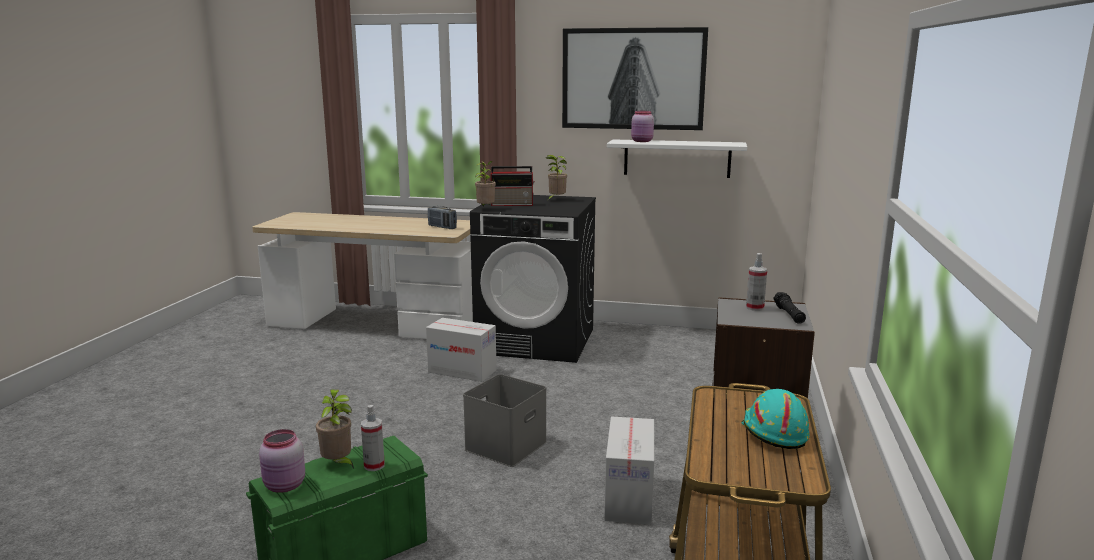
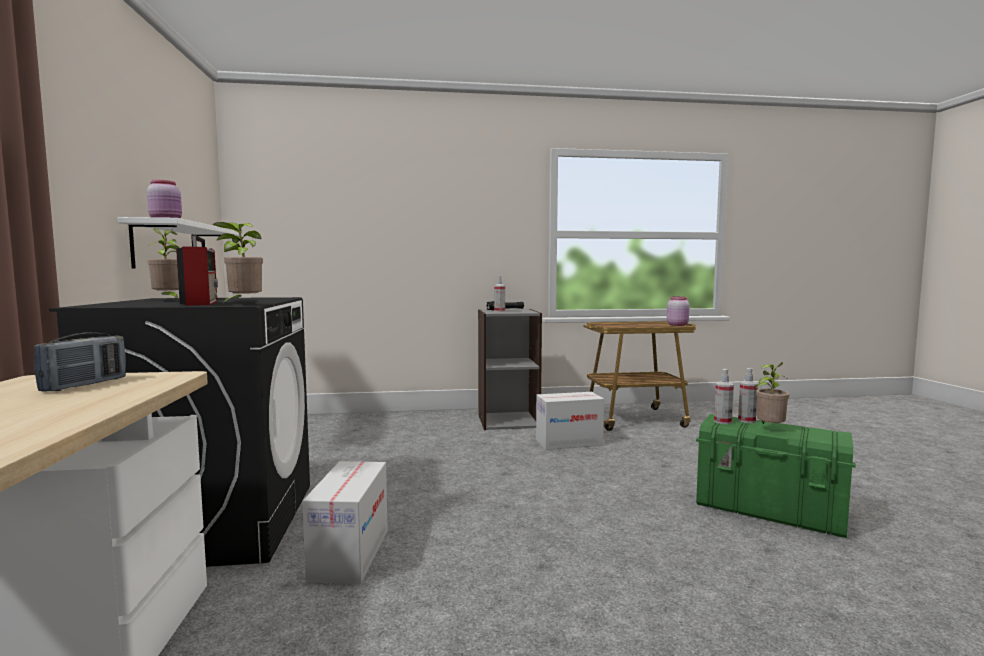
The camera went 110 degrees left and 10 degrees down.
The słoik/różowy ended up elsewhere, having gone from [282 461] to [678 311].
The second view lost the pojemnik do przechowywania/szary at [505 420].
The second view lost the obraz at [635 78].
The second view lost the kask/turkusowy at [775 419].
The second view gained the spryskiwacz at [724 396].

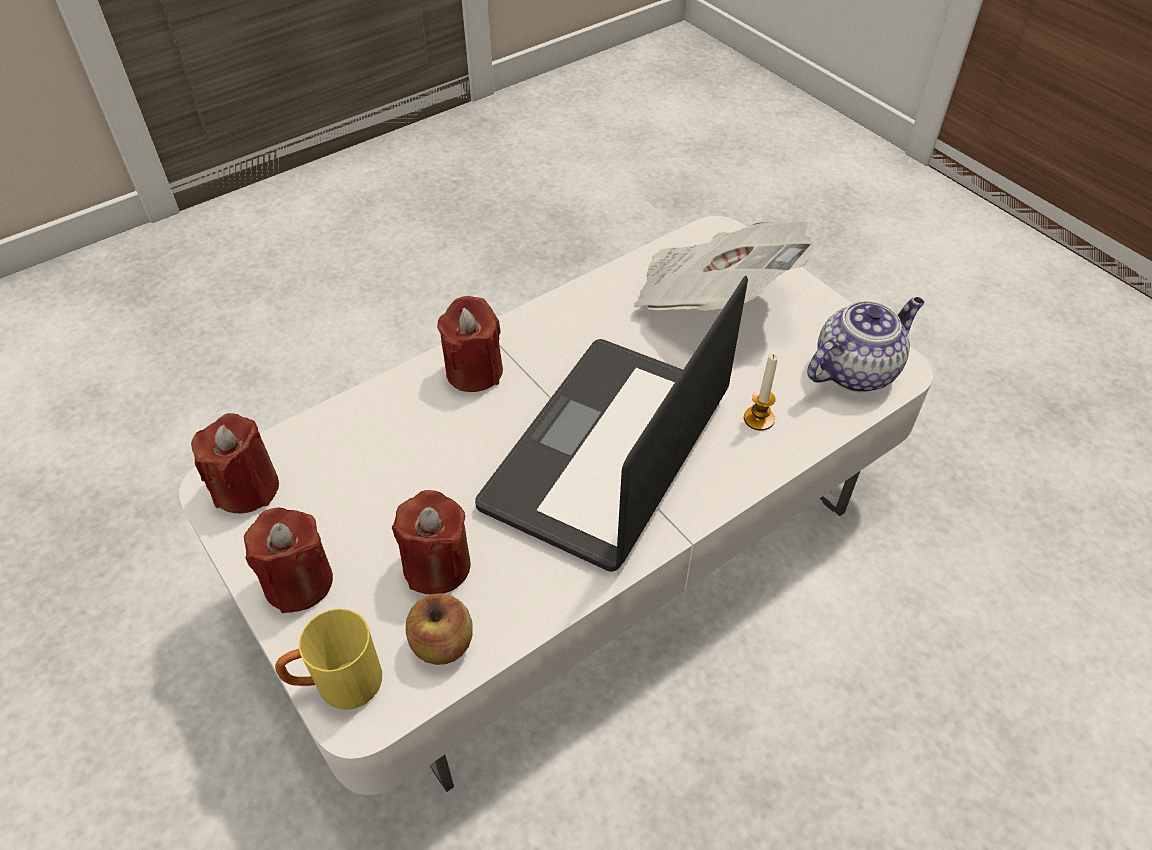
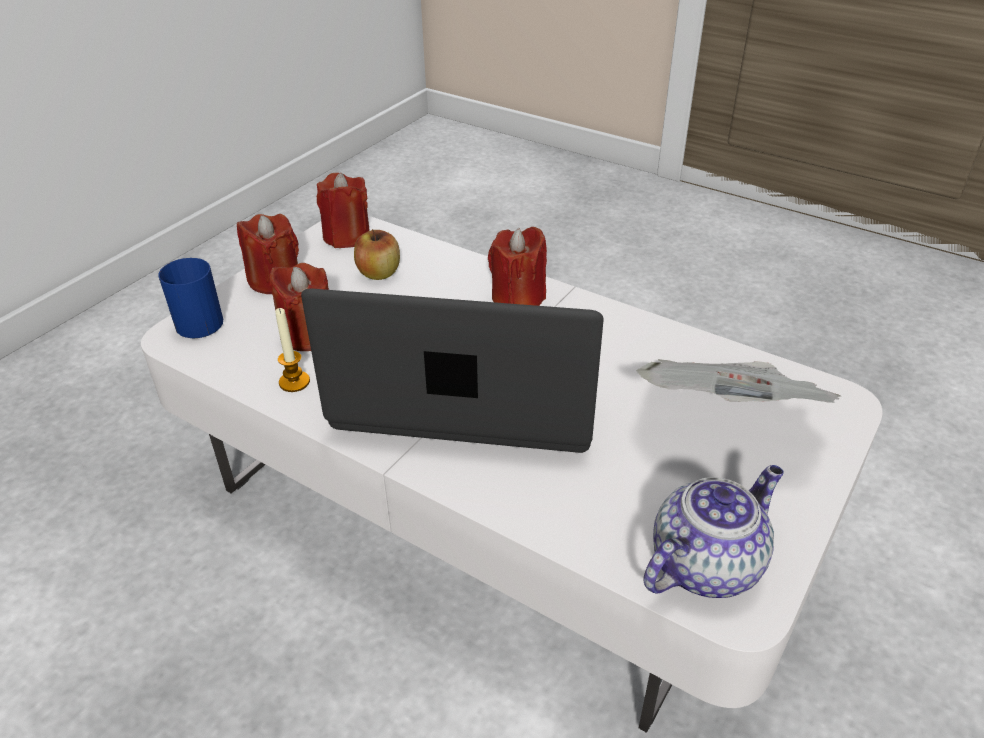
The camera went 70 degrees right and 10 degrees down.
What was the kubek/żółty at [328 659] turned into the kubek/niebieski at [190 298].
The jabłko ended up elsewhere, having gone from [439 629] to [377 254].
The świeca ended up elsewhere, having gone from [761 392] to [292 350].
The imbryk at [865 344] ended up facing another way, 75 degrees counterclockwise from before.

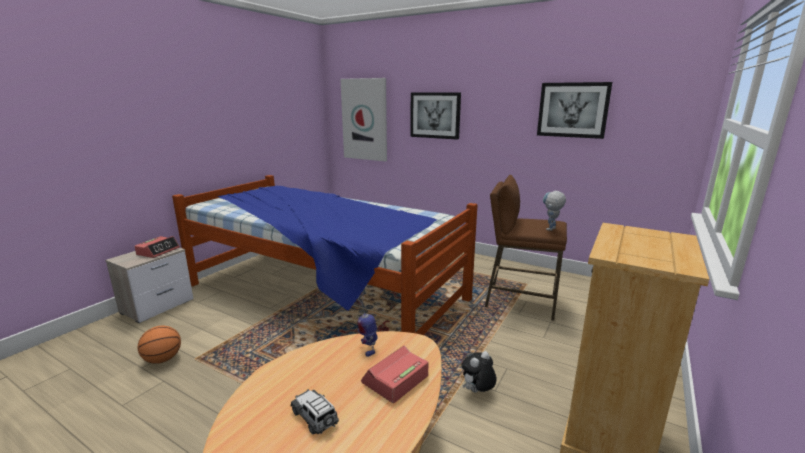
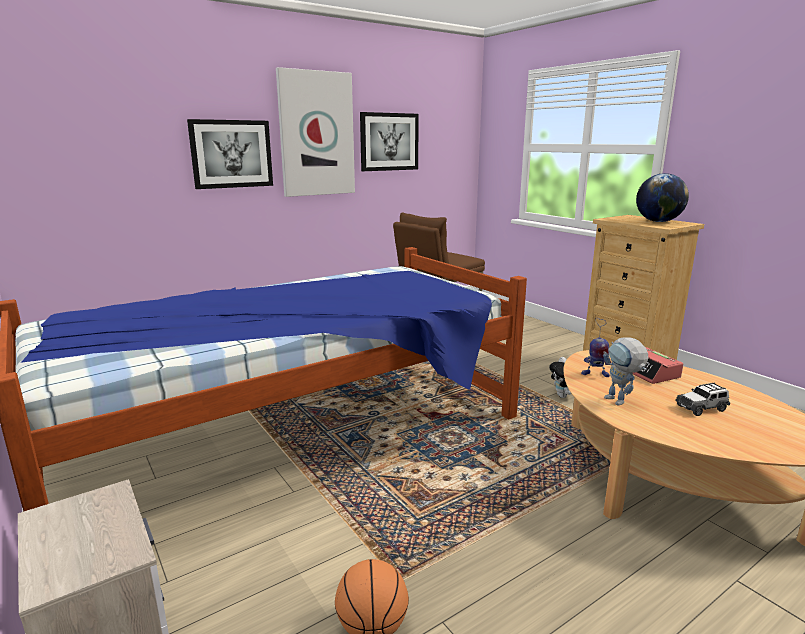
The camera went 65 degrees left and 0 degrees up.
The second view lost the budzik at [157 247].
The obraz ended up elsewhere, having gone from [363 119] to [315 132].
The robot zabawkowy ended up elsewhere, having gone from [554 211] to [626 371].
The second view gained the globus at [662 197].

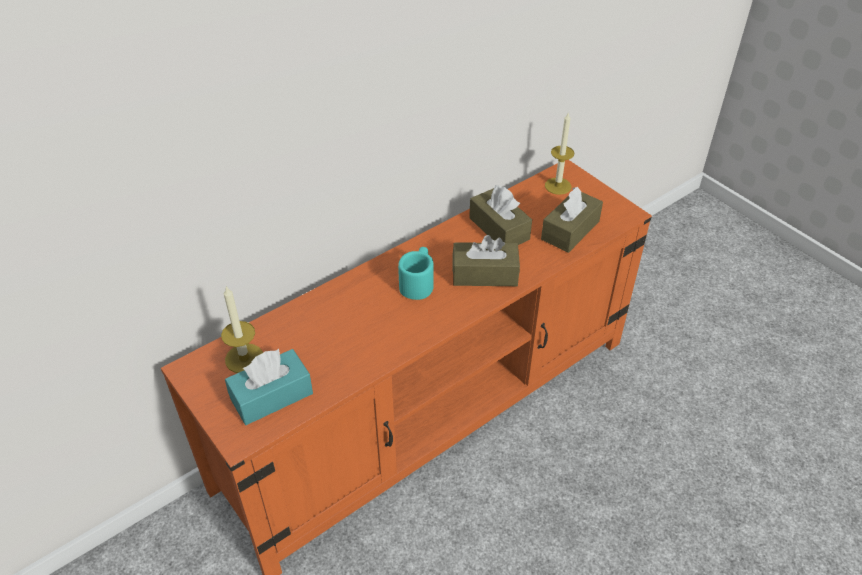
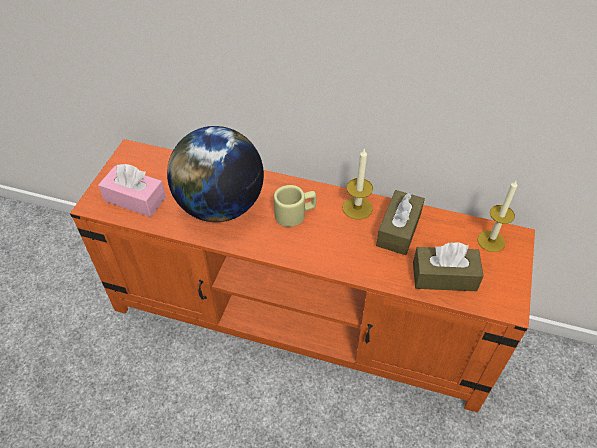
The camera went 55 degrees right and 5 degrees up.
The świeca ended up elsewhere, having gone from [242 329] to [357 184].
What was the pudełko chusteczek/turkusowy at [269 387] turned into the pudełko chusteczek/różowy at [132 190].
What was the kubek/turkusowy at [416 273] turned into the kubek/beżowy at [295 206].
The second view lost the pudełko chusteczek/brązowy at [486 260].
The second view gained the globus at [215 174].

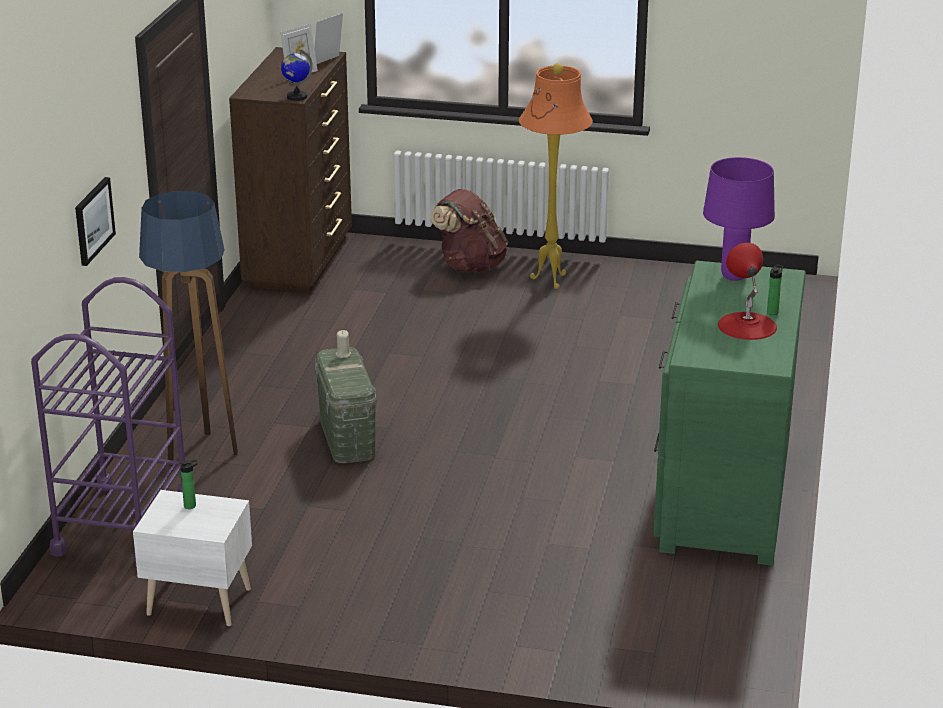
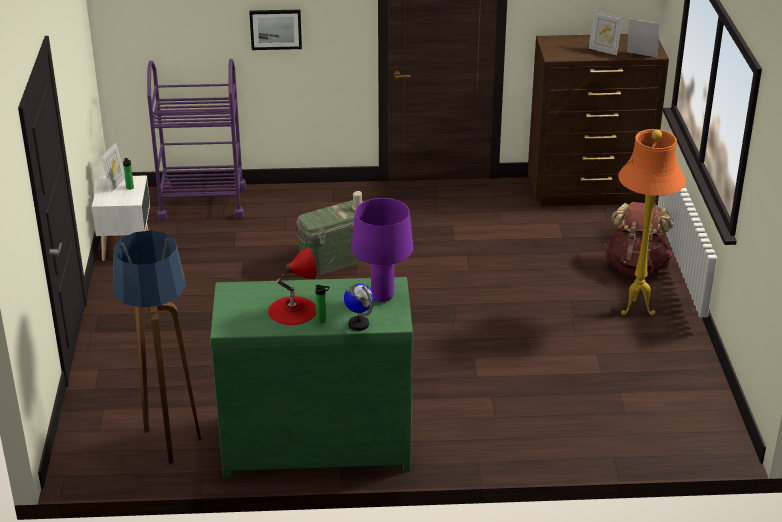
The camera went 75 degrees right and 5 degrees up.
The lampa stojąca ended up elsewhere, having gone from [188 328] to [157 347].
The globus ended up elsewhere, having gone from [297 75] to [359 307].
The second view gained the ramka na zdjęcie at [113 167].

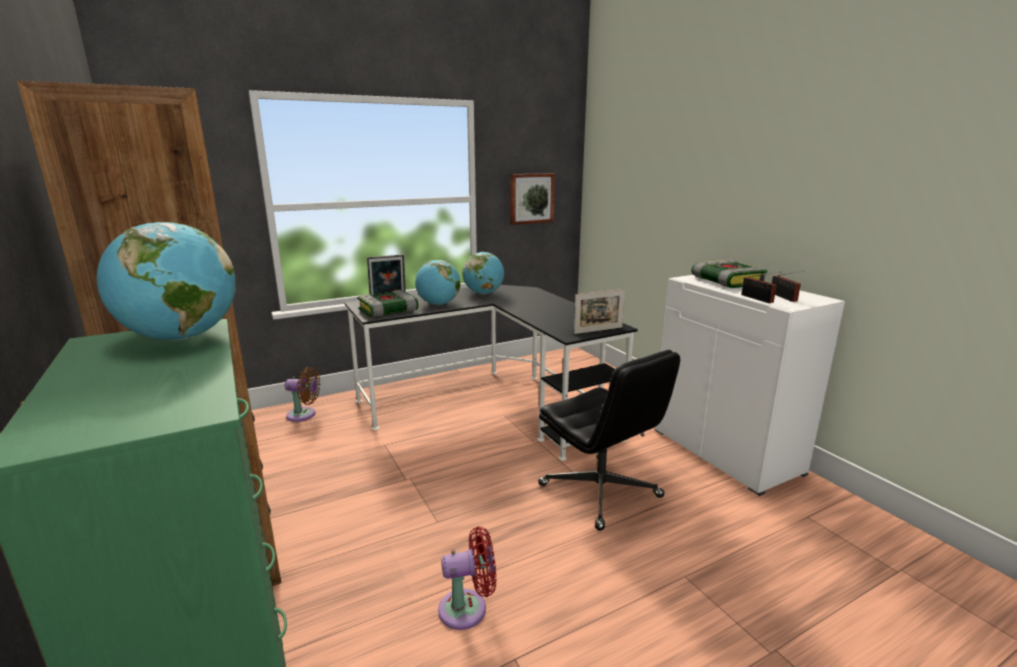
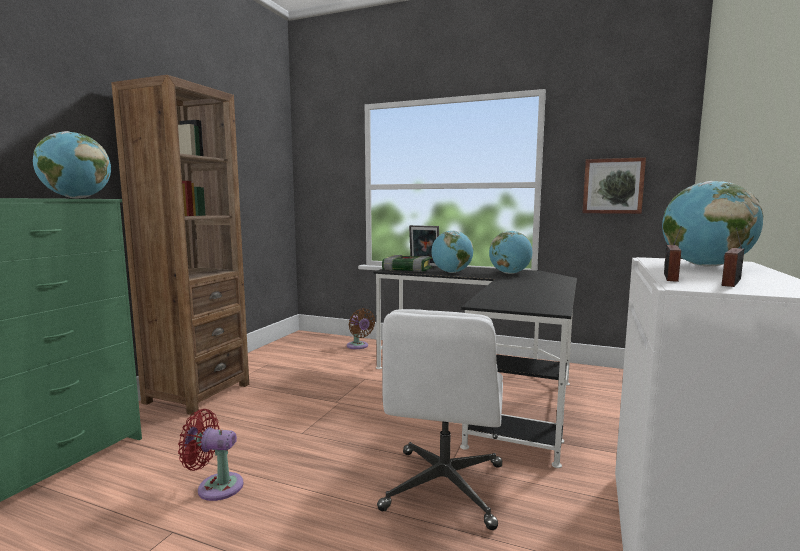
The camera went 50 degrees right and 10 degrees down.
The wentylator/czerwony at [467 578] ended up facing another way, 150 degrees clockwise from before.
What was the krzesło biurowe/czarny at [609 440] turned into the krzesło biurowe/biały at [440 419].
The second view lost the ramka na zdjęcie at [599 311].
Where the książka stood at [729 274], the globus came to stand at [712 224].

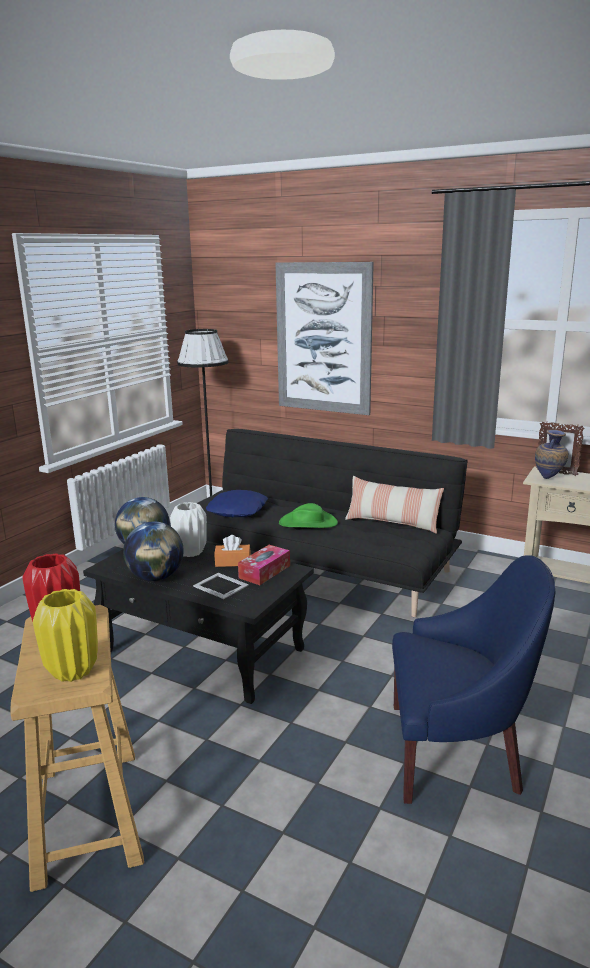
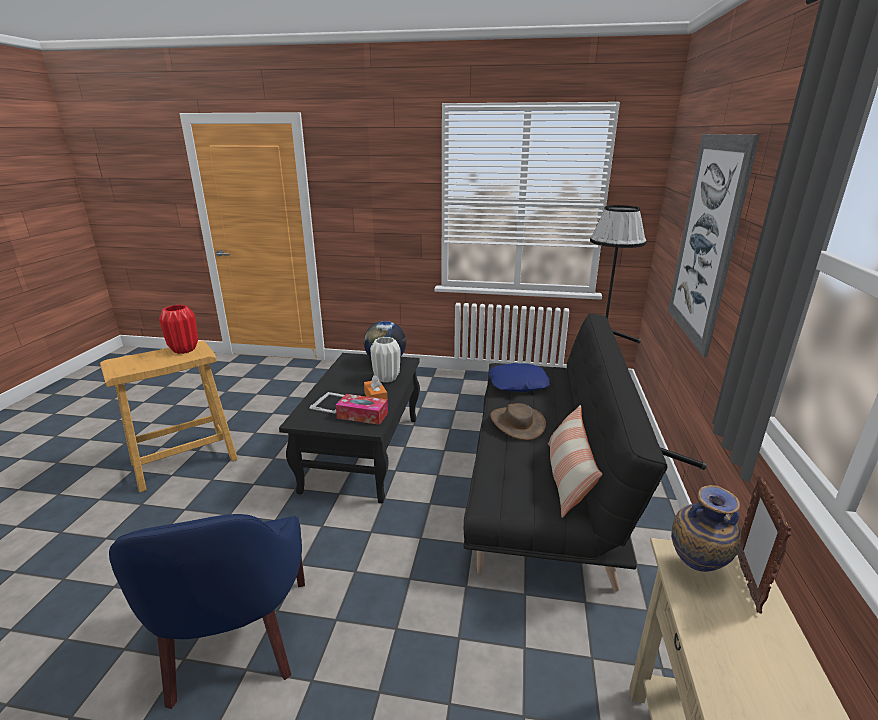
The camera went 70 degrees right and 5 degrees up.
The second view lost the wazon/żółty at [65 635].
The second view lost the globus at [153 551].
What was the kapelusz/zielony at [308 515] turned into the kapelusz/brązowy at [518 421].

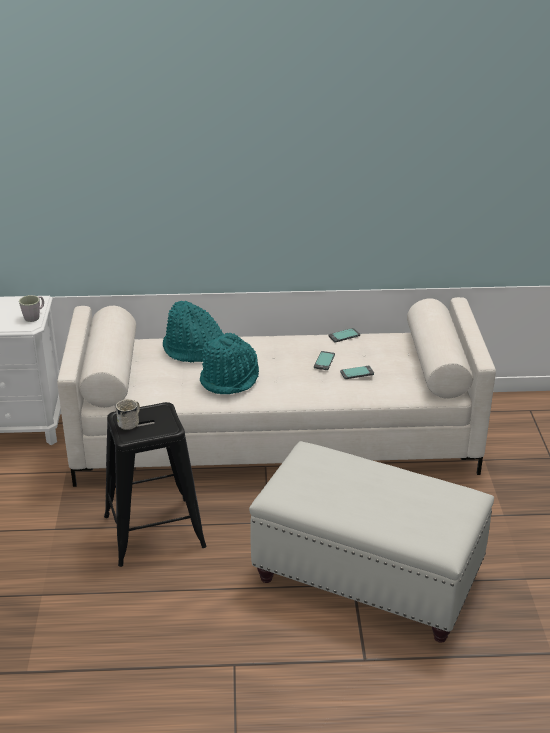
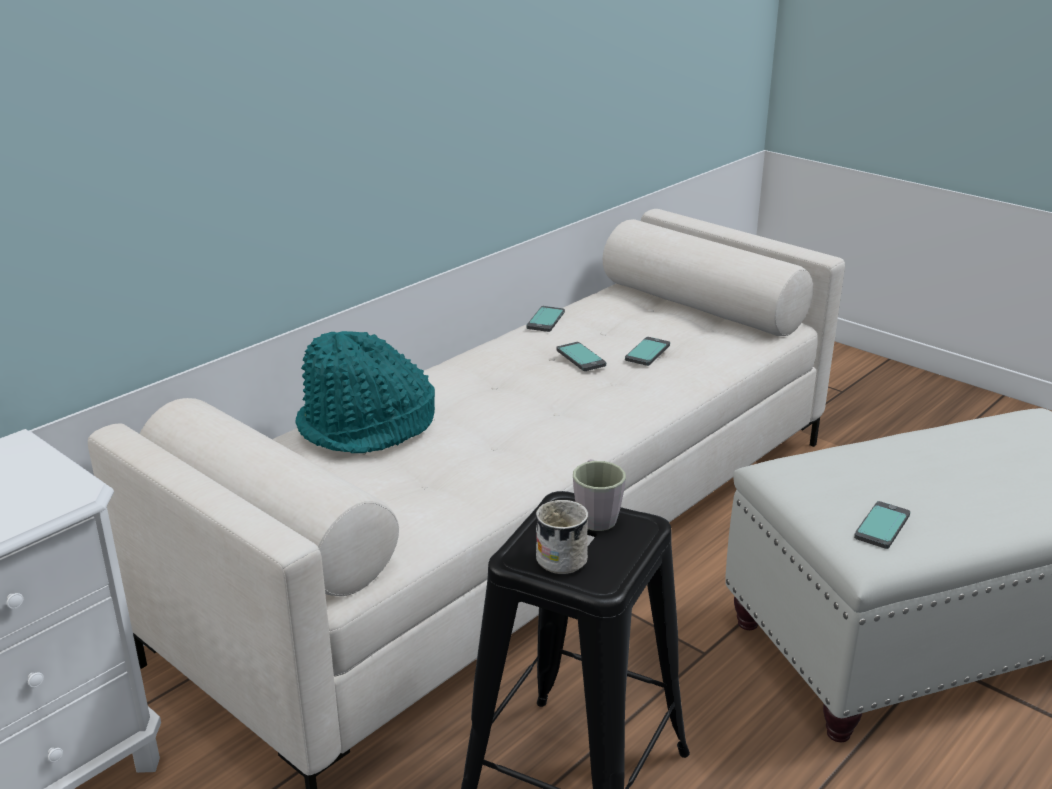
The camera went 45 degrees left and 5 degrees down.
The kubek/szary ended up elsewhere, having gone from [31 308] to [599 495].
The second view lost the kapelusz/turkusowy at [229 363].
The second view gained the telefon at [882 525].

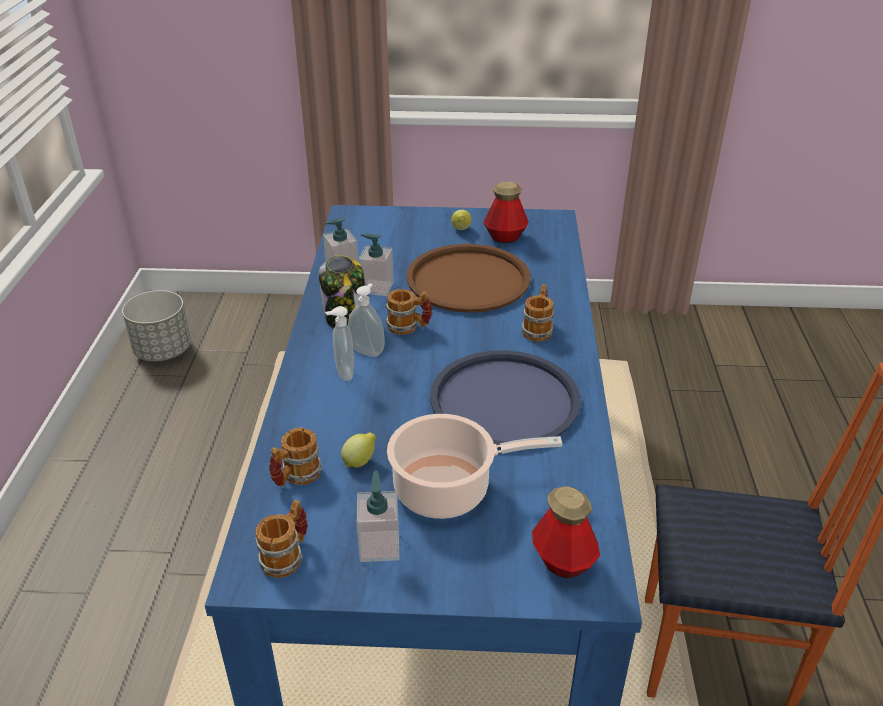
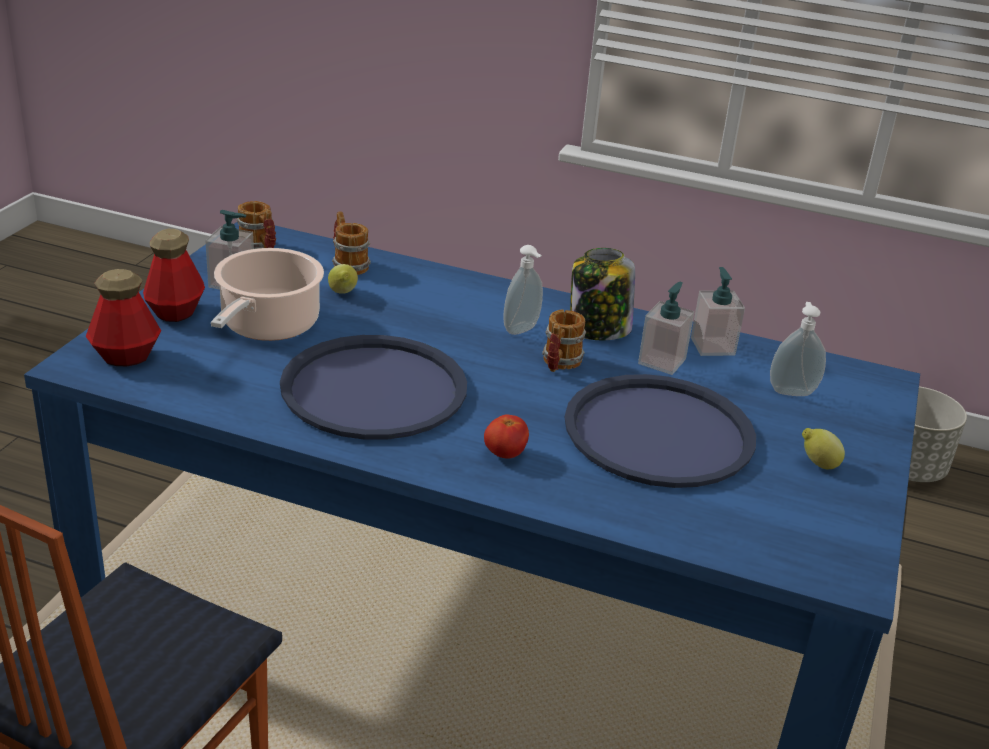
The camera went 105 degrees right and 5 degrees down.
The dozownik mydła ended up elsewhere, having gone from [339 343] to [798 349].
What was the taca/brązowy at [468 278] turned into the taca/niebieski at [660 431].
The butelka ended up elsewhere, having gone from [506 212] to [174 275].
Where the kubek stood at [538 312], the pomidor came to stand at [506 437].

